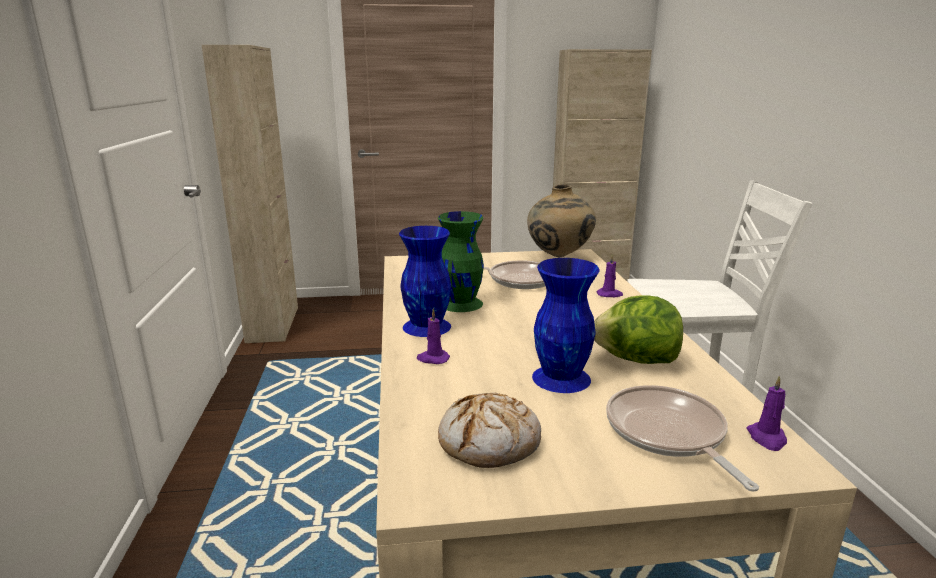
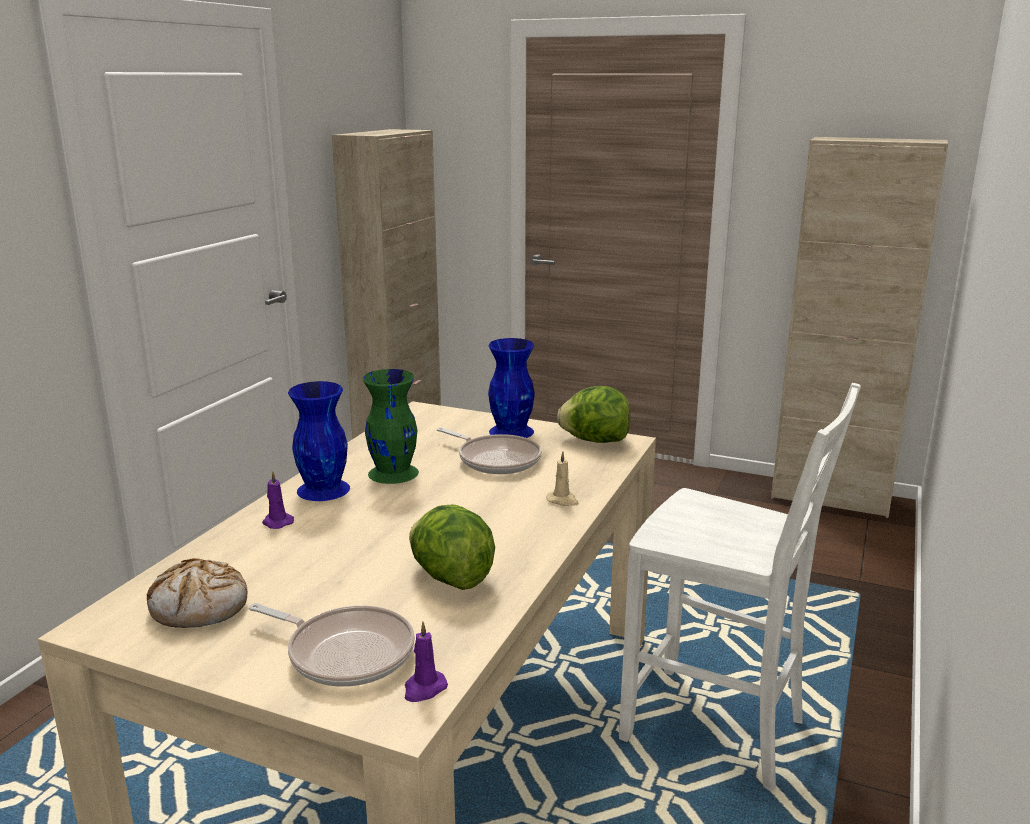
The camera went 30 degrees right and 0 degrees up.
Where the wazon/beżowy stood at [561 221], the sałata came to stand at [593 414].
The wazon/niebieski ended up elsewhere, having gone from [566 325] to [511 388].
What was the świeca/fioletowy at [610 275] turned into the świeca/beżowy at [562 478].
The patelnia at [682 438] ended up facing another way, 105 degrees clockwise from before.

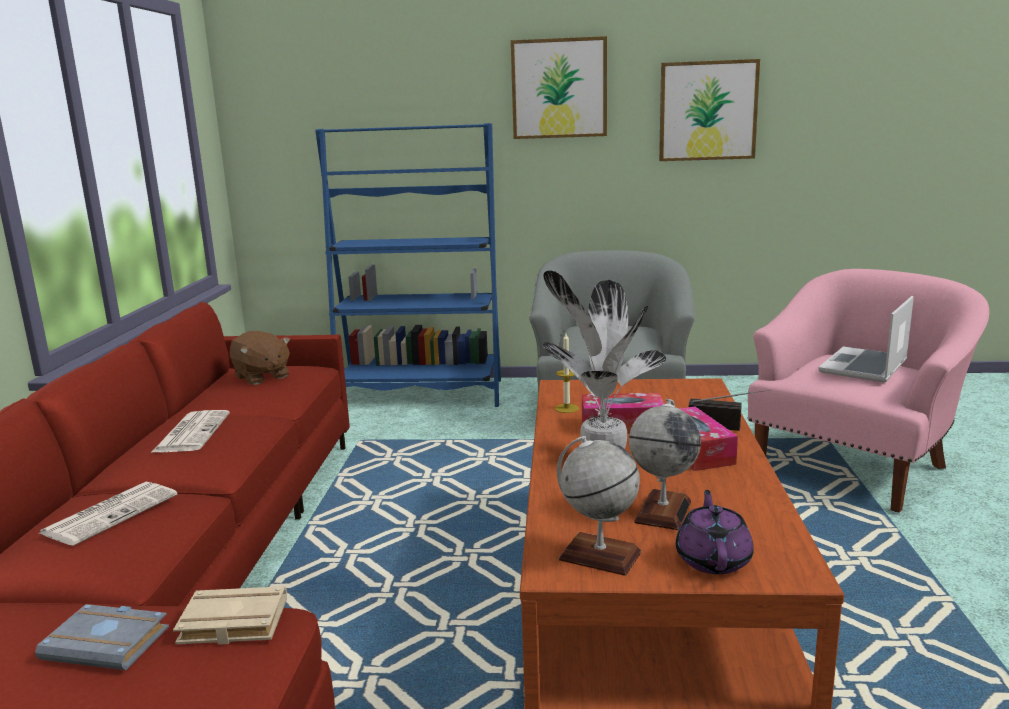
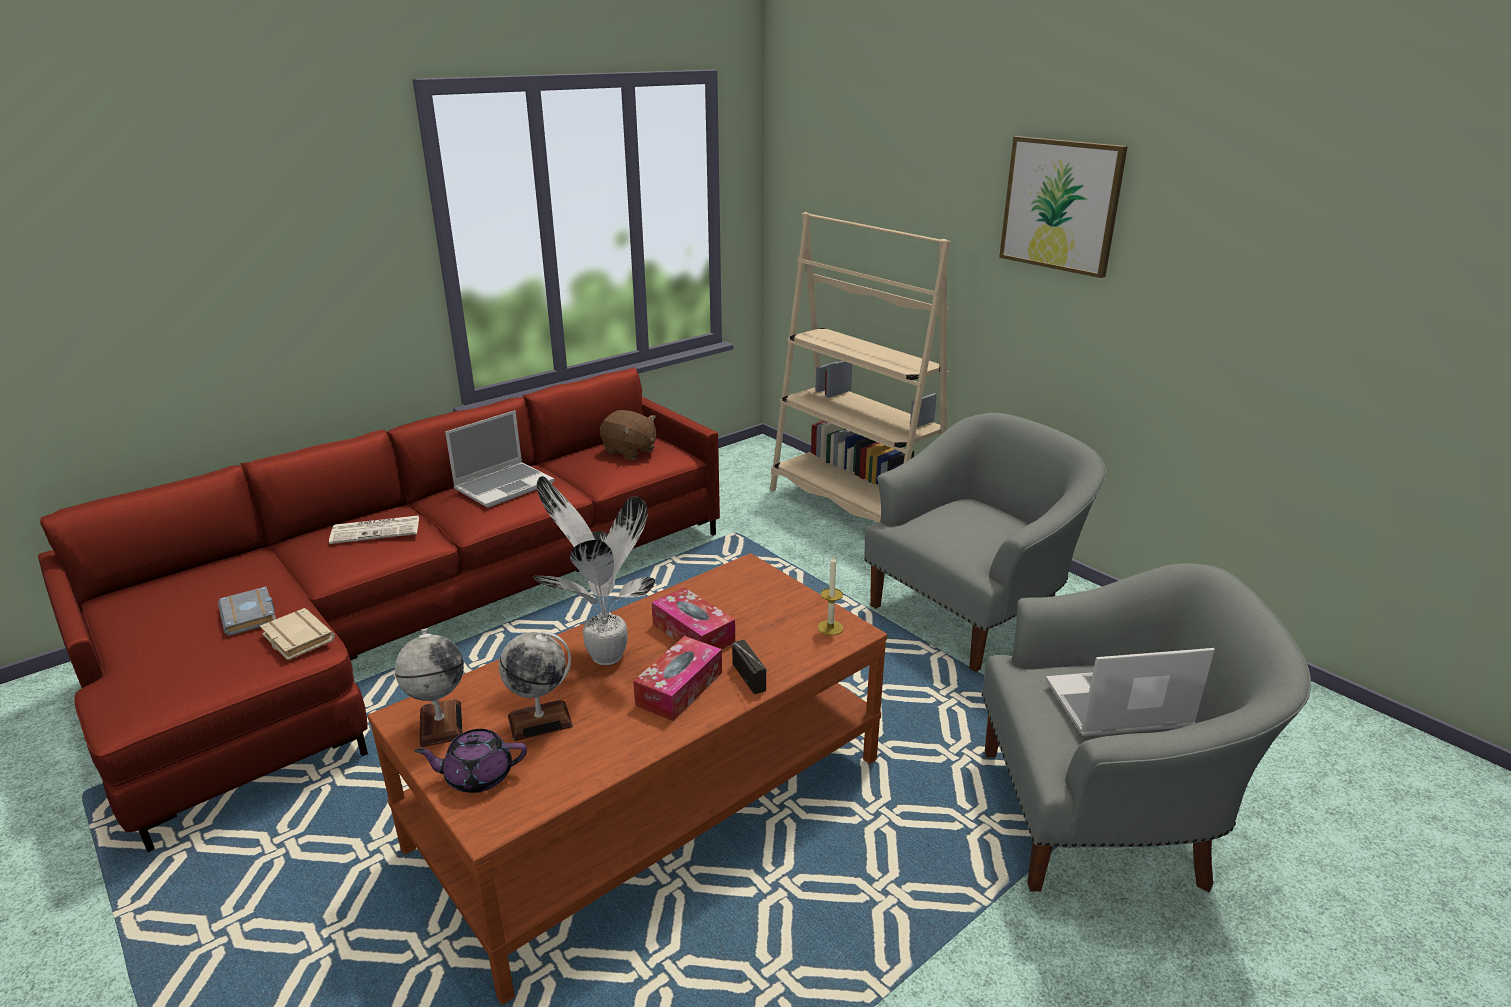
The camera went 45 degrees right and 10 degrees up.
Where the gazeta stood at [191 431], the laptop came to stand at [499 459].
The pluszak/brązowy at [260 358] ended up facing another way, 60 degrees counterclockwise from before.
What was the regał/niebieski at [408 265] turned into the regał/beżowy at [860 367].
The świeca ended up elsewhere, having gone from [567 373] to [831 596].
The second view lost the obraz at [709 110].
The imbryk/fioletowy at [715 532] ended up facing another way, 150 degrees counterclockwise from before.
What was the fotel/różowy at [868 391] turned into the fotel/szary at [1146 728].

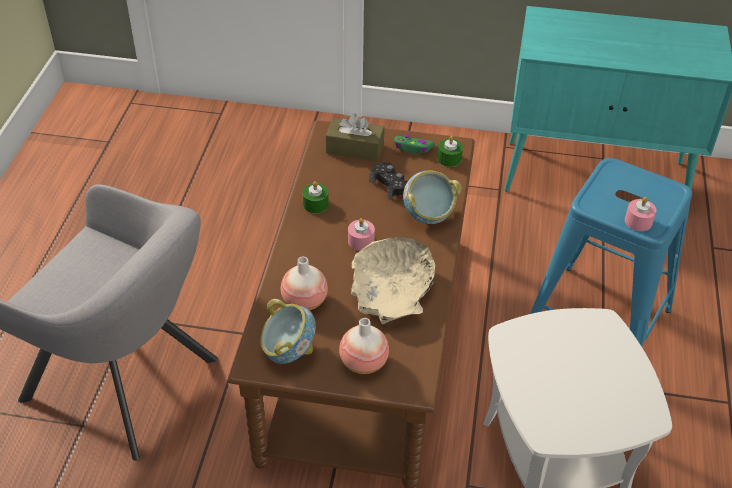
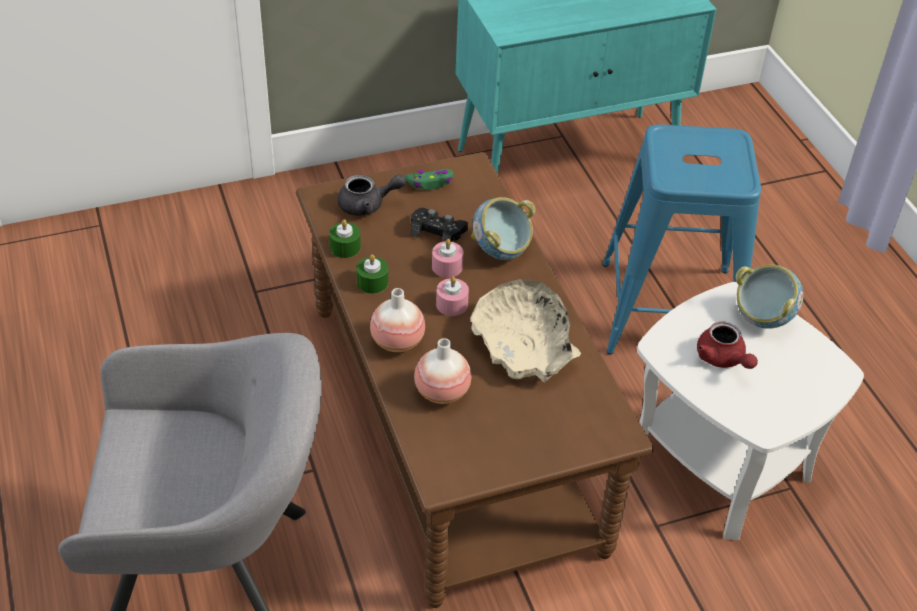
The camera went 30 degrees left and 0 degrees up.
The miska ended up elsewhere, having gone from [288 331] to [769 296].
Where the pudełko chusteczek/brązowy stood at [355 137], the imbryk/szary came to stand at [372 195].
The wazon ended up elsewhere, having gone from [364 346] to [397 320].
The świeca/zielony ended up elsewhere, having gone from [450 151] to [345 238].
The świeca/różowy ended up elsewhere, having gone from [640 214] to [448 258].
The second view gained the imbryk/czerwony at [727 345].

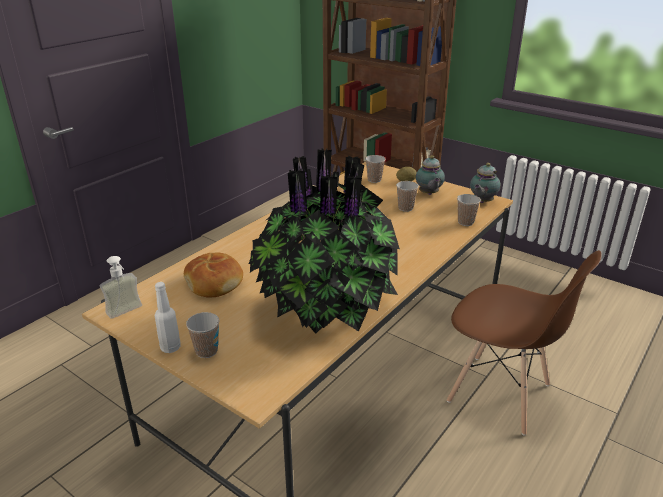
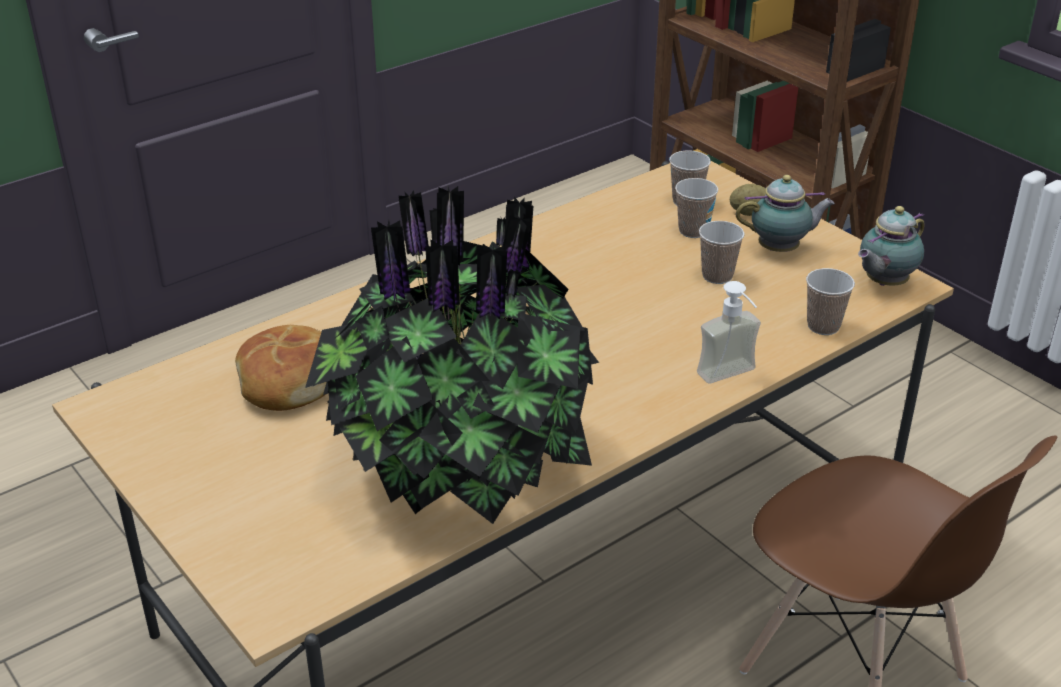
The camera went 15 degrees right and 5 degrees up.
The dozownik mydła ended up elsewhere, having gone from [121 287] to [729 332].
The second view lost the butelka/biały at [168 317].
The filiżanka ended up elsewhere, having gone from [202 335] to [696 208].
The imbryk at [430 175] ended up facing another way, 105 degrees counterclockwise from before.

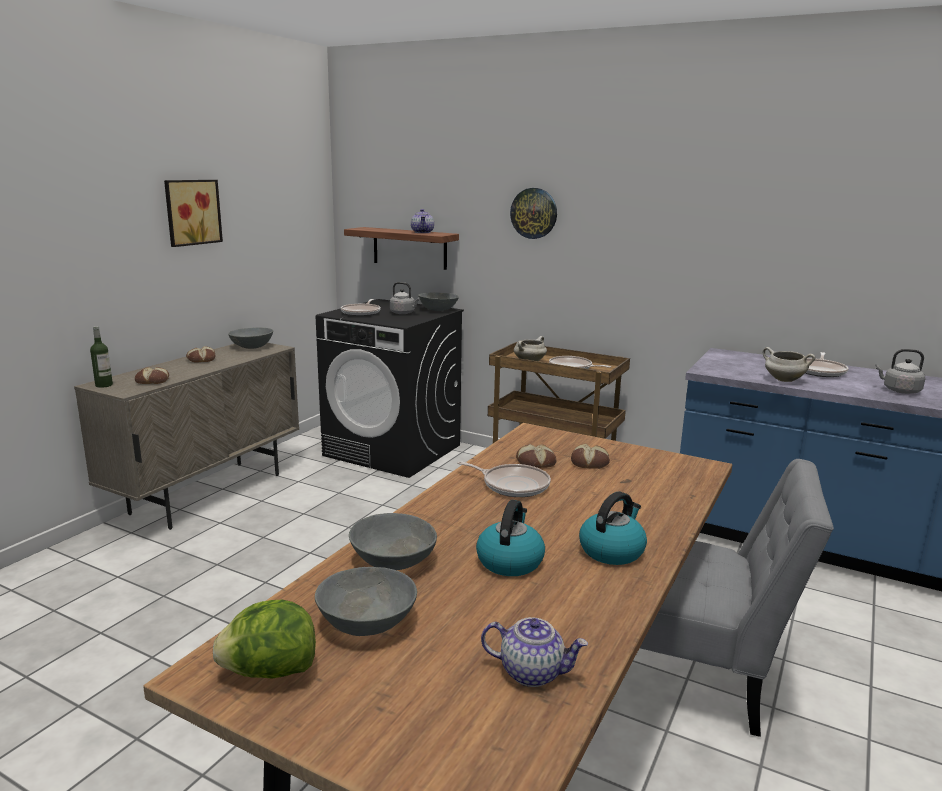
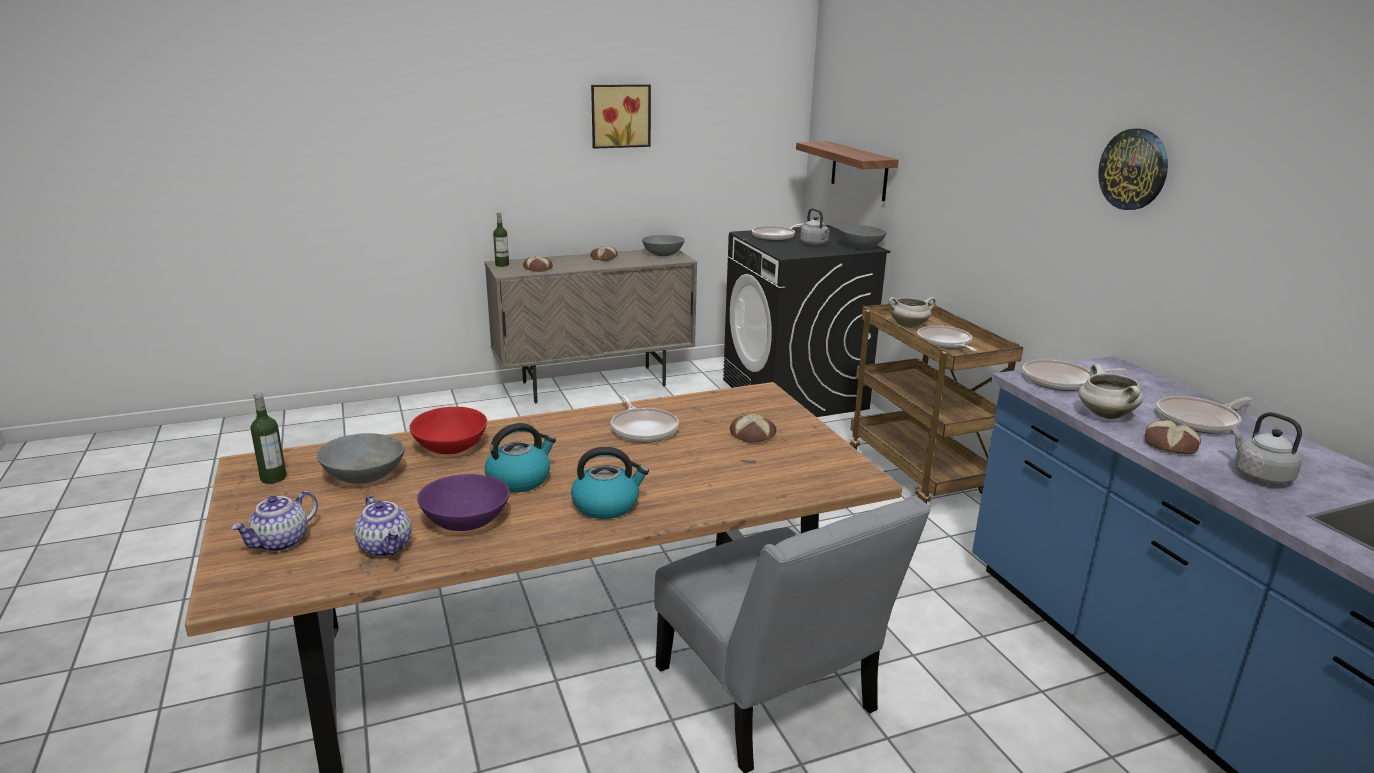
The camera went 40 degrees right and 5 degrees up.
Where the sałata stood at [264 639], the butelka came to stand at [268 438].
What was the miska/szary at [393 541] turned into the miska/czerwony at [448 430].
The imbryk ended up elsewhere, having gone from [422 221] to [274 521].
The zegar ścienny ended up elsewhere, having gone from [533 213] to [1133 169].
The chleb ended up elsewhere, having gone from [536 456] to [1173 437].
The second view gained the miska/fioletowy at [463 502].
The second view gained the patelnia at [1074 375].

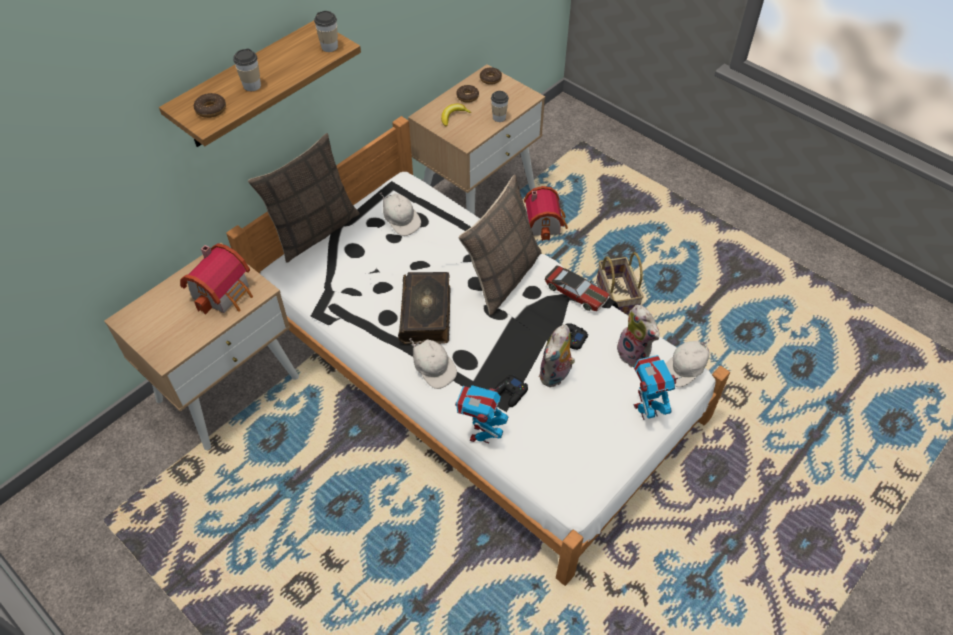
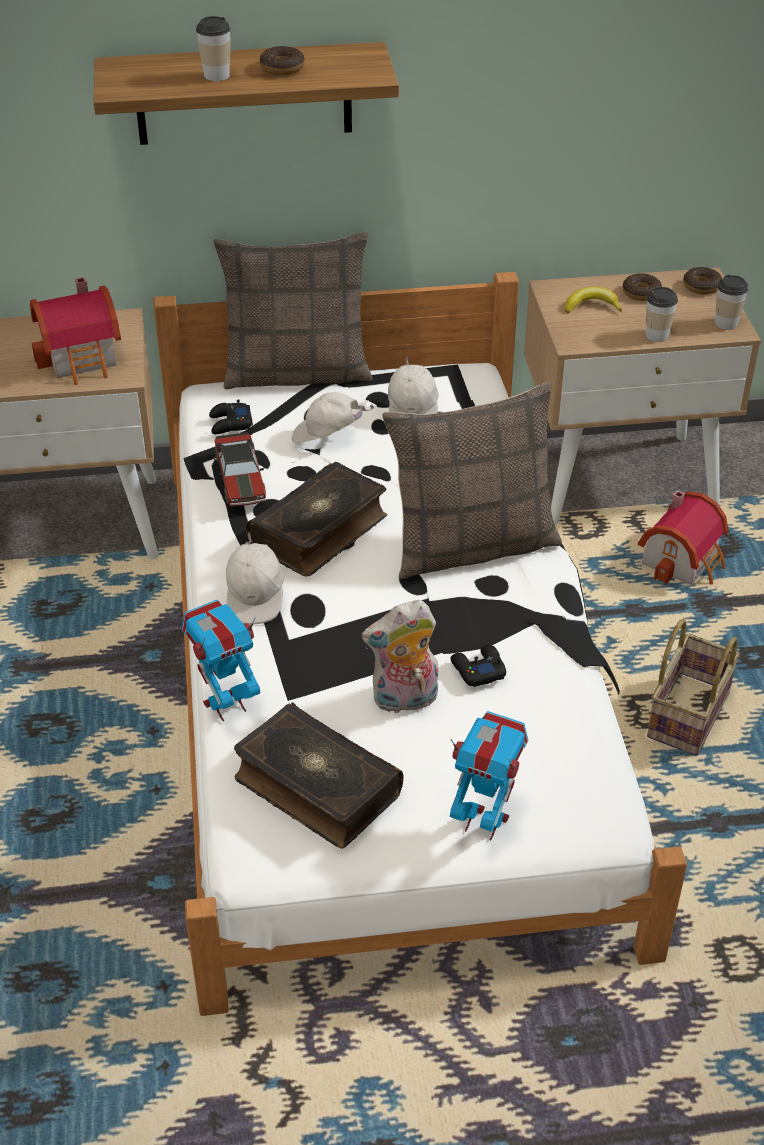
The camera went 40 degrees right and 10 degrees down.
The donut ended up elsewhere, having gone from [210 105] to [282 60].
The filiżanka ended up elsewhere, having gone from [326 31] to [731 302].
The pad do gier/czarny ended up elsewhere, having gone from [511 391] to [231 416].
The samochodzik ended up elsewhere, having gone from [577 288] to [240 469].
The second view lost the pluszak at [636 336].
The czapka z daszkiem/biały ended up elsewhere, having gone from [687 362] to [333 417].
The second view gained the książka at [319 776].

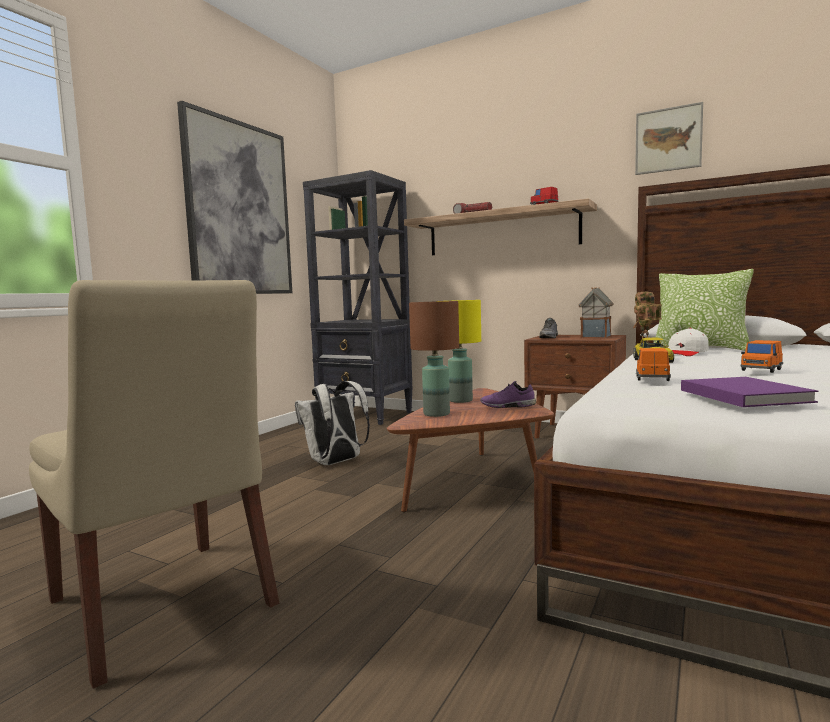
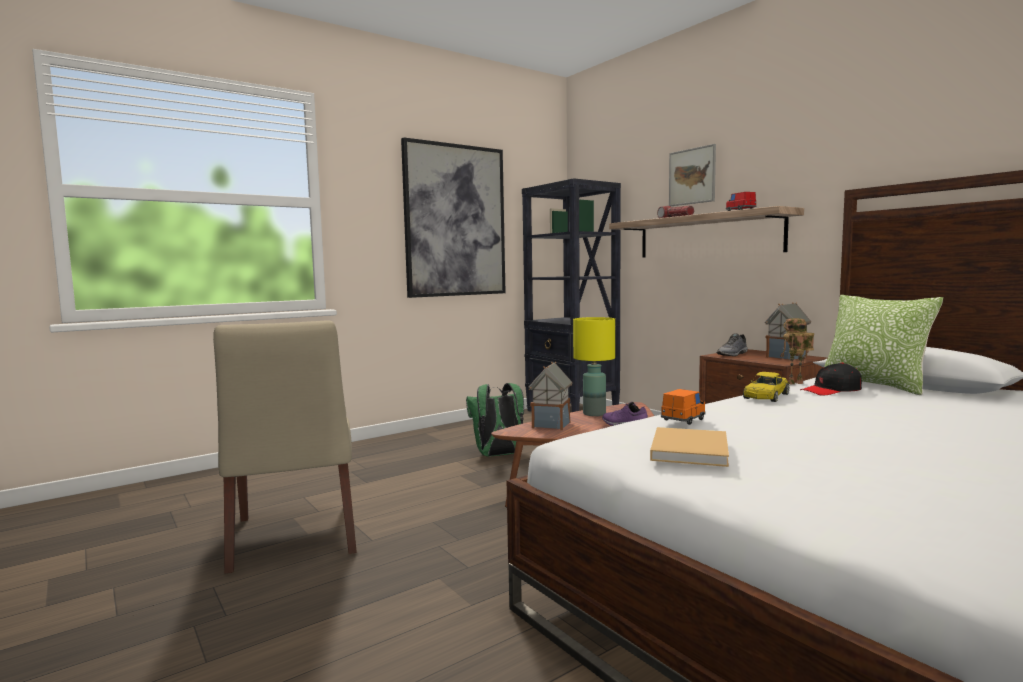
The camera went 25 degrees right and 0 degrees up.
What was the plecak/biały at [332 423] turned into the plecak/zielony at [495 420].
Where the lampa stołowa/brązowy stood at [434 359], the domek came to stand at [550 396].
The obraz ended up elsewhere, having gone from [669 138] to [692 175].
What was the czapka z daszkiem/biały at [688 342] turned into the czapka z daszkiem/czarny at [831 379].
What was the książka/fioletowy at [750 392] turned into the książka/beżowy at [689 447].
The second view lost the samochodzik/pomarańczowy at [761 356].

